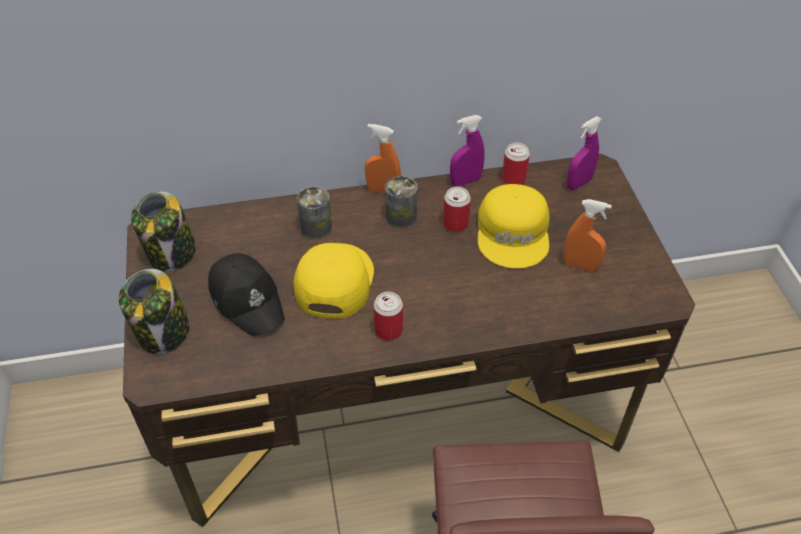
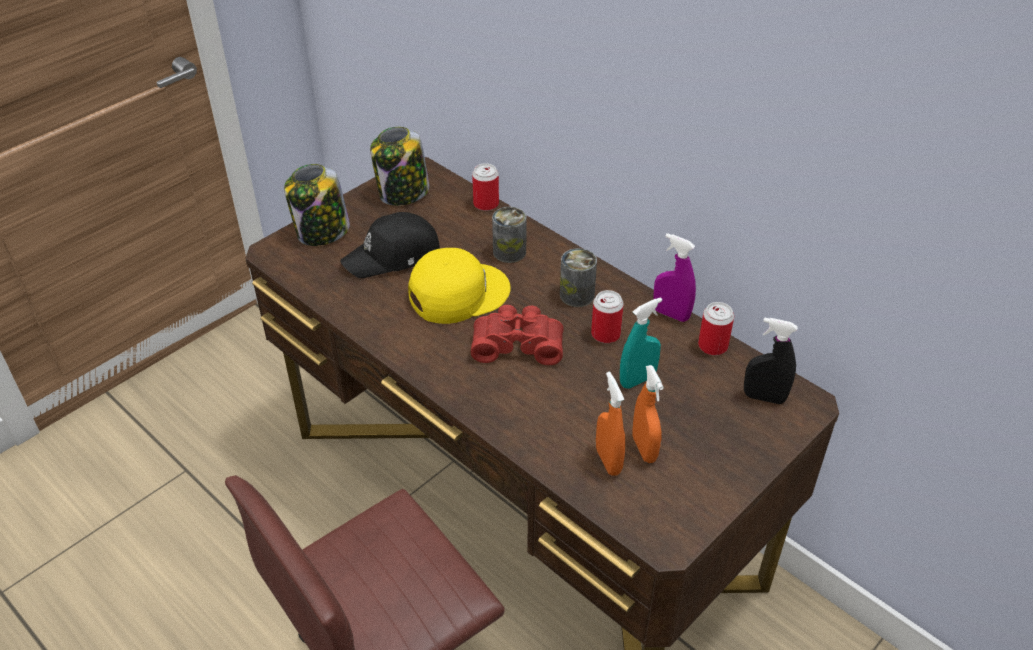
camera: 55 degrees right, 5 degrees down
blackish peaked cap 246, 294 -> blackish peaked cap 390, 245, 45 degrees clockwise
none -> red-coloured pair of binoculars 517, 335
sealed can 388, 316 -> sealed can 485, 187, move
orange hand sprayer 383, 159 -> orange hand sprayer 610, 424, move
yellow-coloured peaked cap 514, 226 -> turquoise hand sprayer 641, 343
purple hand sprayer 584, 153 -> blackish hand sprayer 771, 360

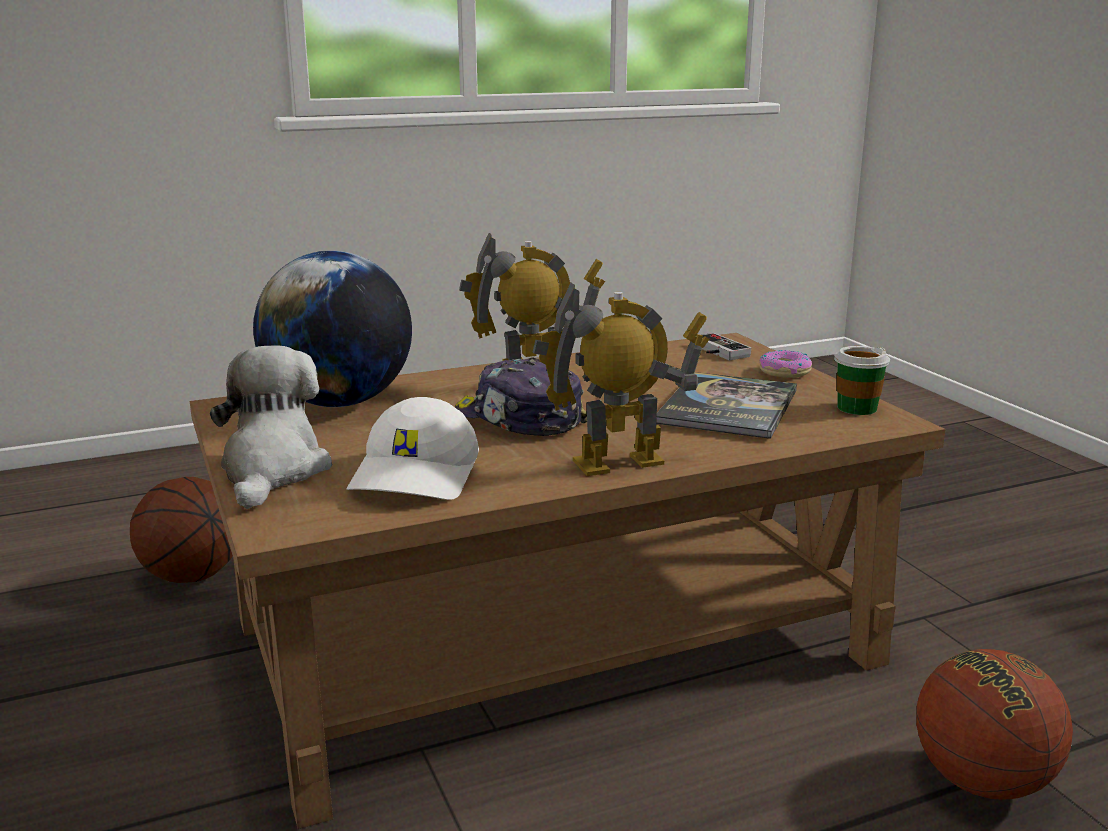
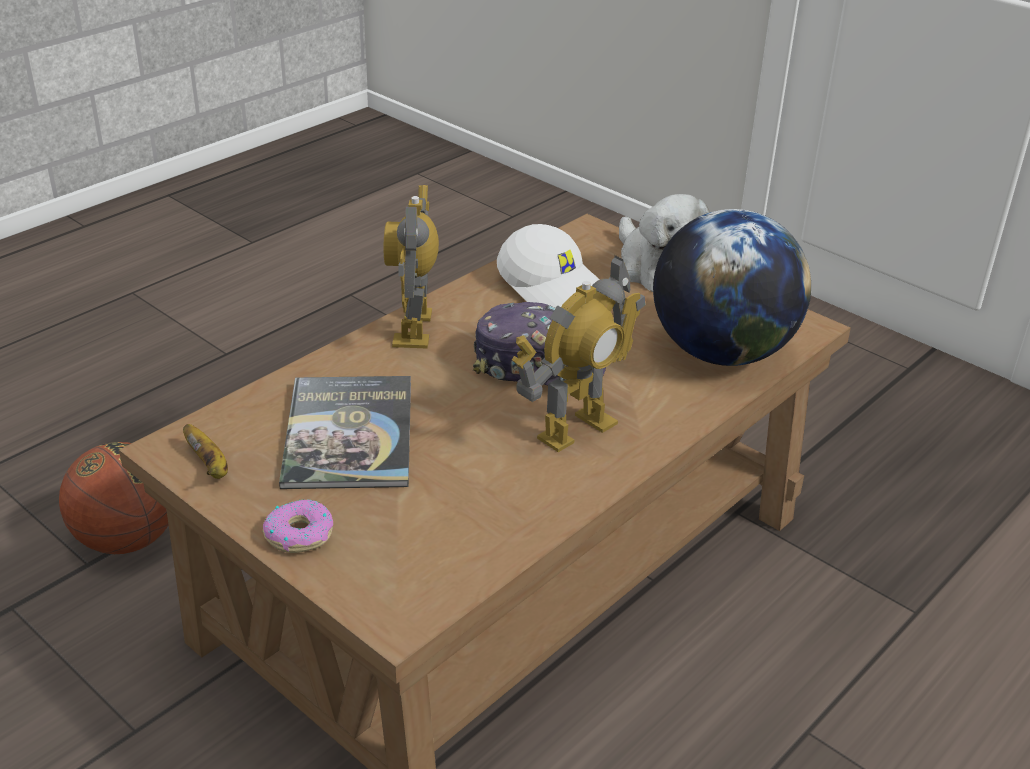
camera: 155 degrees right, 15 degrees up
drinking cup 862, 380 -> whole banana 205, 451
toy robot 621, 379 -> toy robot 411, 267, 135 degrees clockwise
whitish peaked cap 413, 448 -> whitish peaked cap 548, 266, 150 degrees clockwise
ball for basketball 181, 530 -> none
joypad 726, 346 -> none

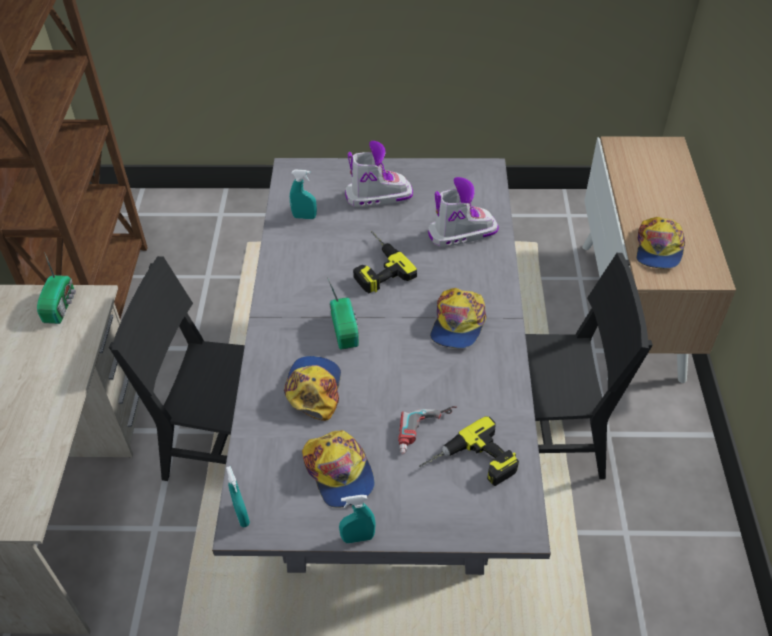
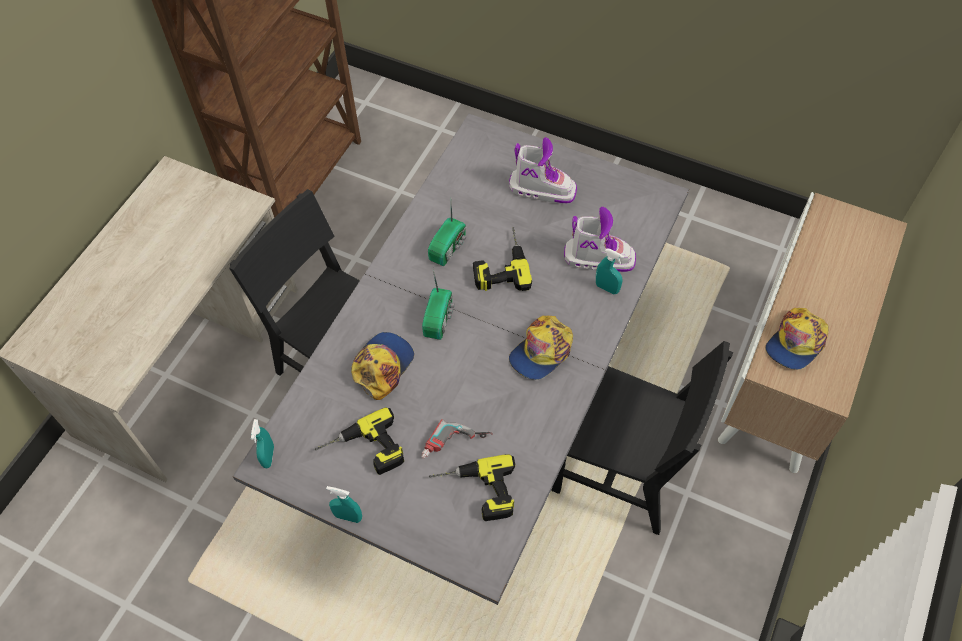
camera: 25 degrees right, 10 degrees up
peaked cap 338, 469 -> drill 359, 441
radio receiver 56, 288 -> radio receiver 447, 234, move
turquoise hand sprayer 303, 194 -> turquoise hand sprayer 610, 271, move

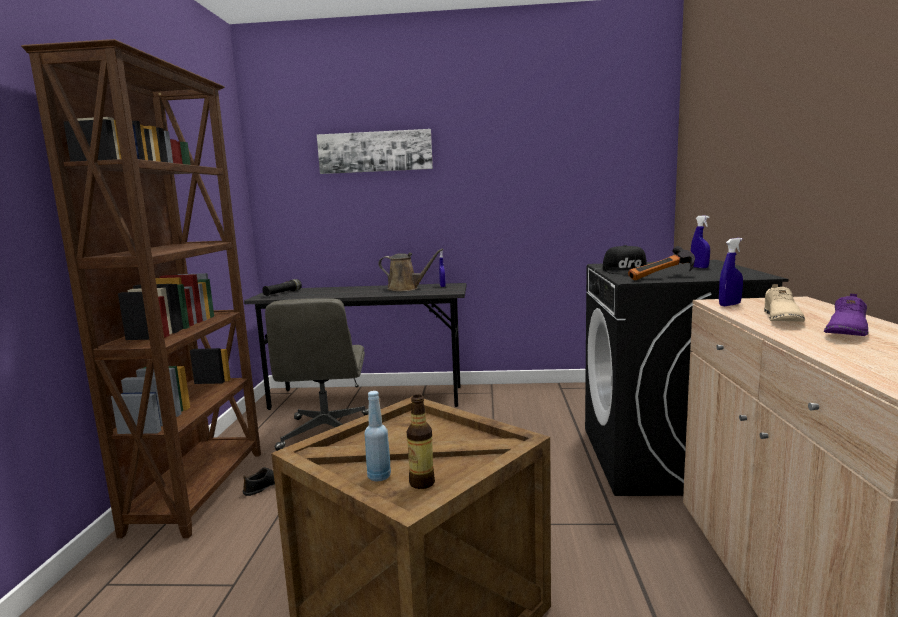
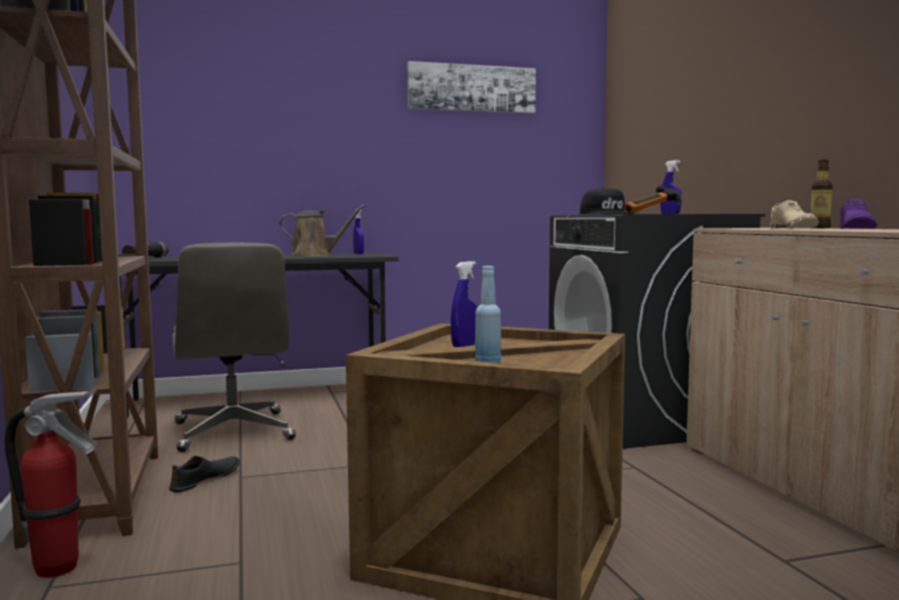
camera: 20 degrees left, 5 degrees down
none -> fire extinguisher 51, 483
wall art 375, 151 -> wall art 471, 87, move
blue-coloured hand sprayer 731, 272 -> blue-coloured hand sprayer 464, 304, move
drink bottle 420, 442 -> drink bottle 822, 193, move

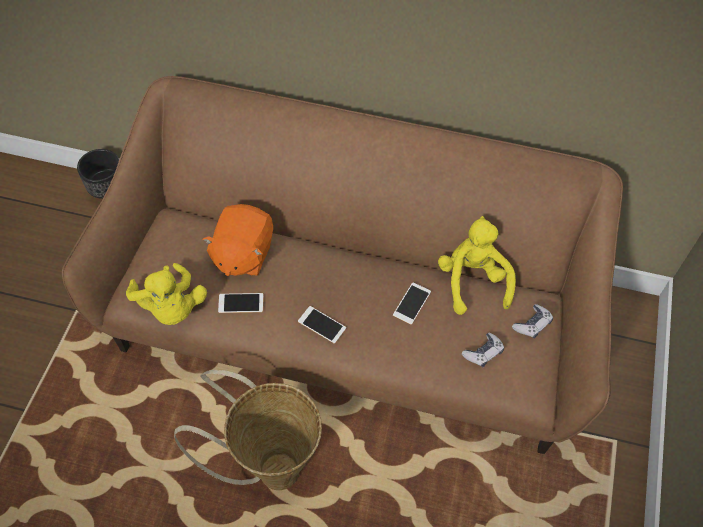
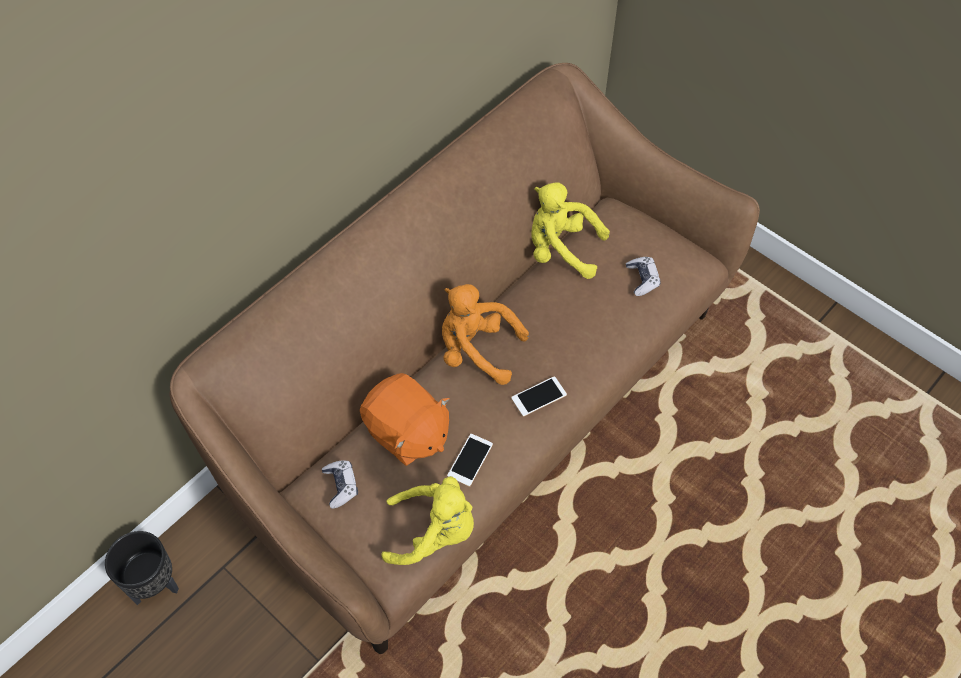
camera: 60 degrees left, 0 degrees up
joypad 532, 321 -> joypad 340, 484, move
none -> orange plush toy 485, 334
basket 248, 430 -> none
handset 412, 304 -> none

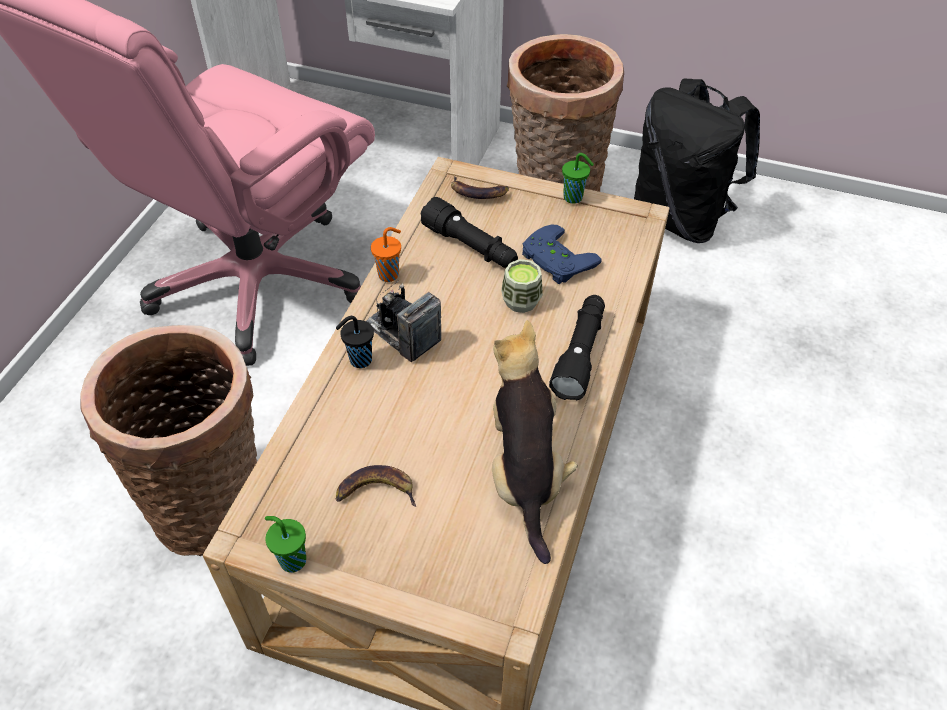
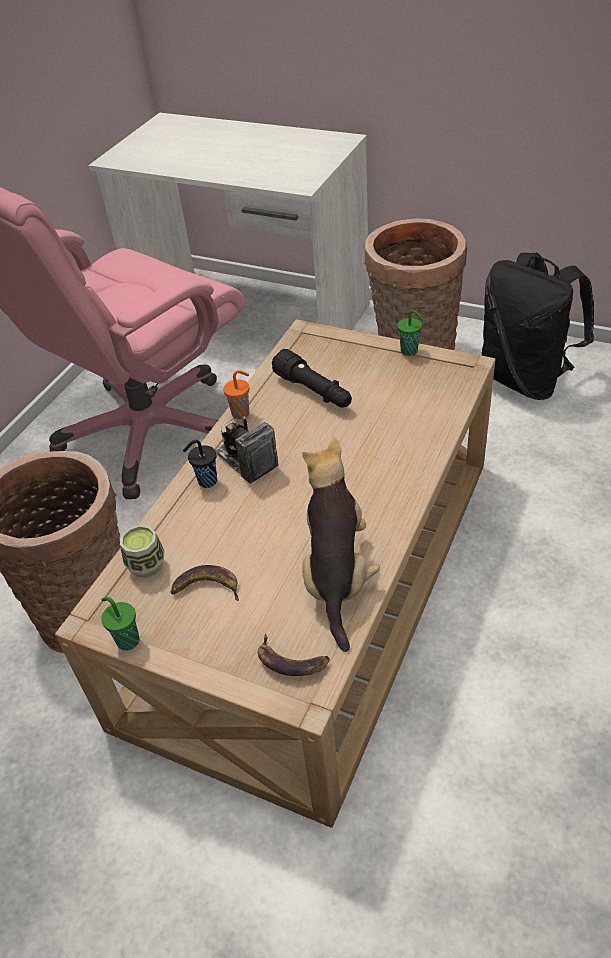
camera: 10 degrees right, 5 degrees down
drinking cup 522, 286 -> drinking cup 142, 551, move
whole banana 480, 187 -> whole banana 293, 655, move
blue-coloured joypad 562, 254 -> none
blackish torch 577, 347 -> none

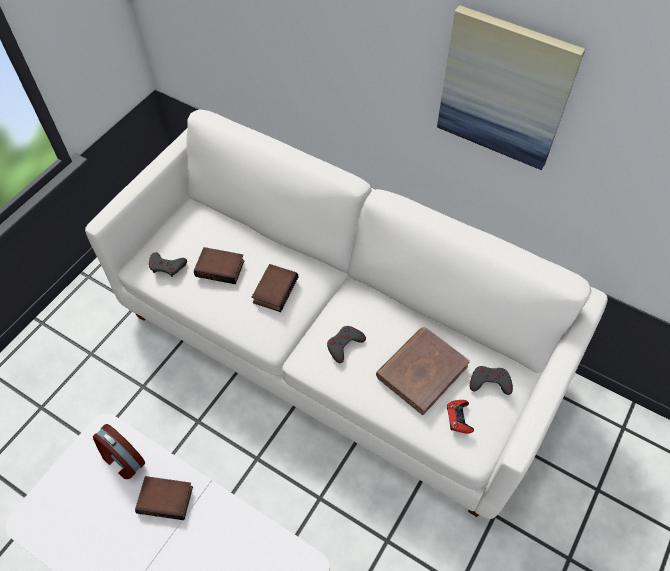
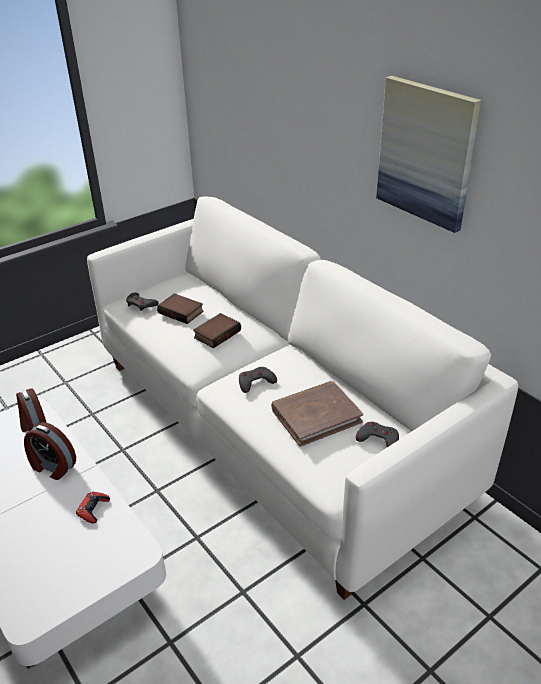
camera: 20 degrees right, 20 degrees down
book 164, 498 -> table clock 50, 451
red-coloured joypad 460, 417 -> red-coloured joypad 93, 508, move

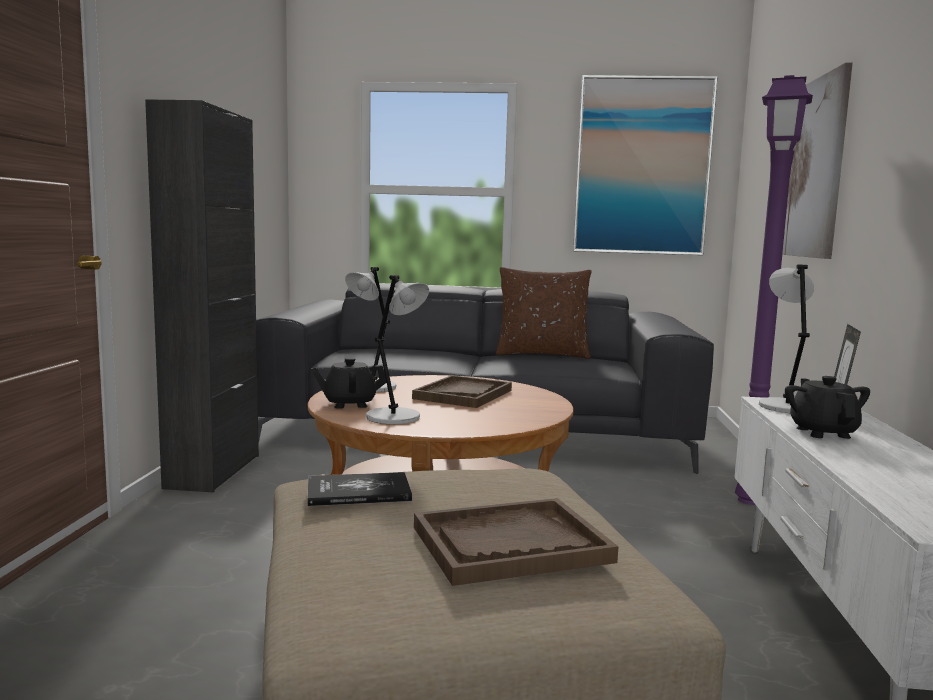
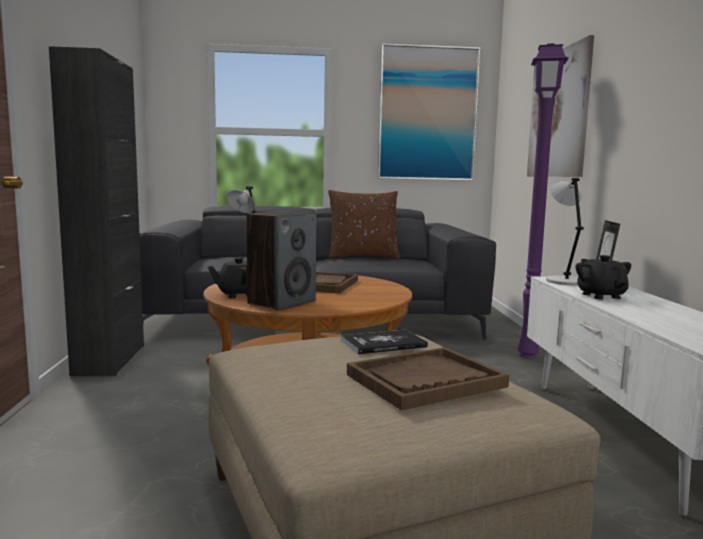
camera: 10 degrees left, 0 degrees up
gray tabletop lamp 397, 349 -> speaker 282, 261
book 360, 489 -> book 384, 342, move

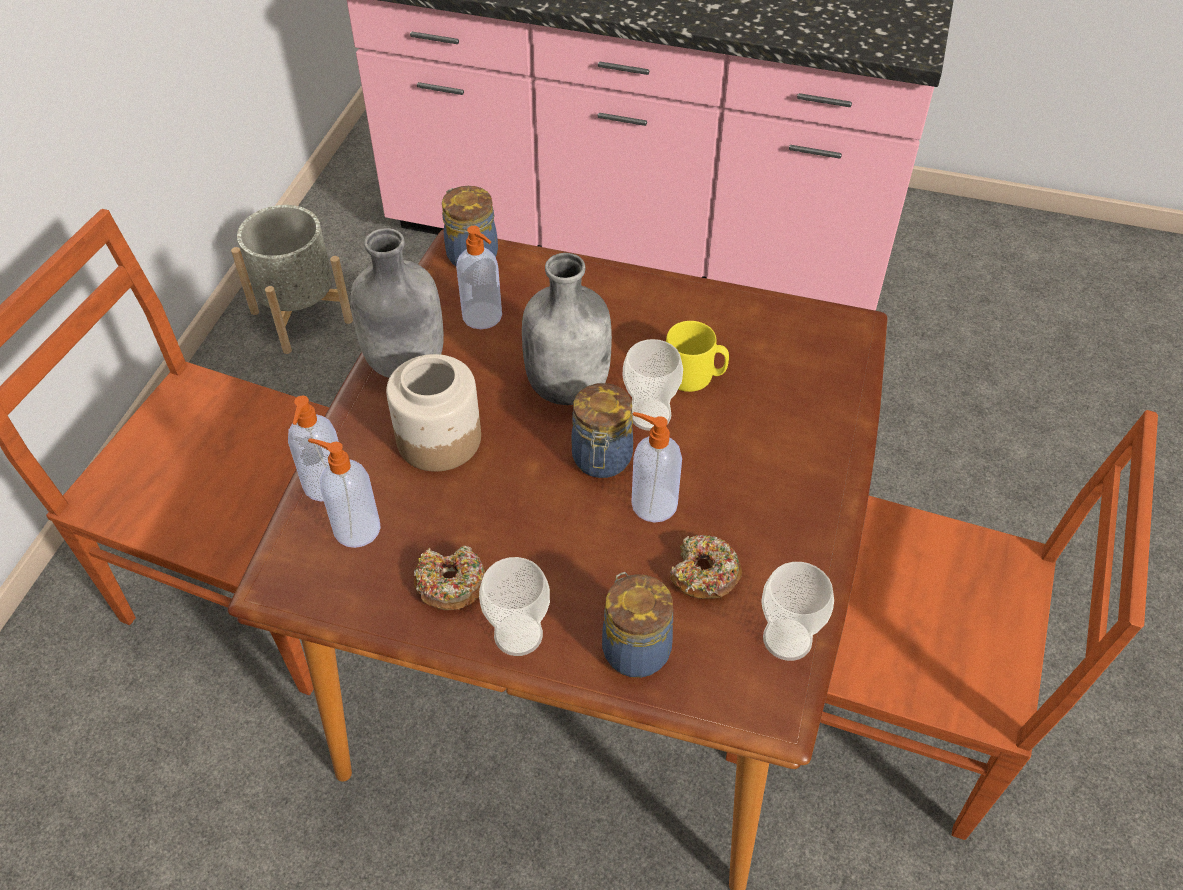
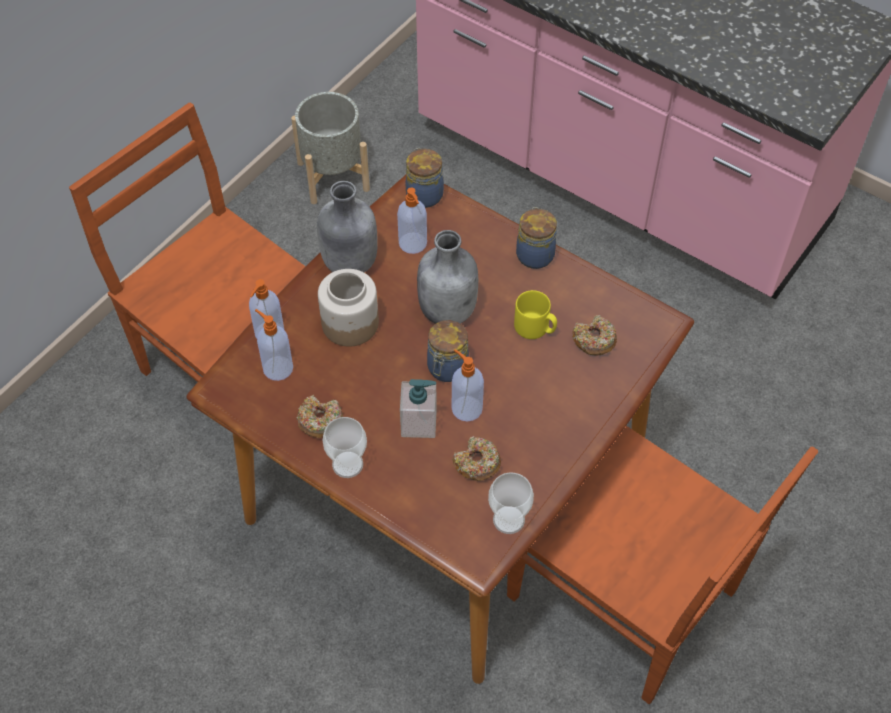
camera: 20 degrees right, 5 degrees up
none -> soap dispenser 418, 408
preserve jar 637, 625 -> preserve jar 536, 238, move
none -> doughnut 594, 335
drinking cup 653, 385 -> none

